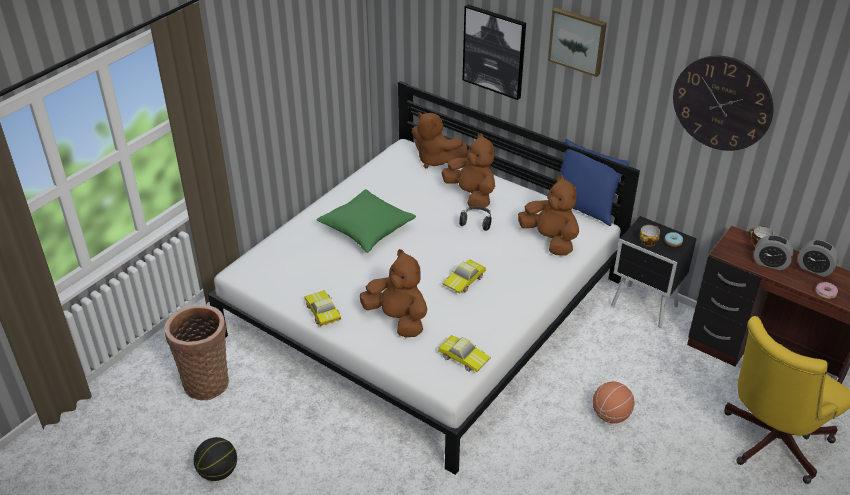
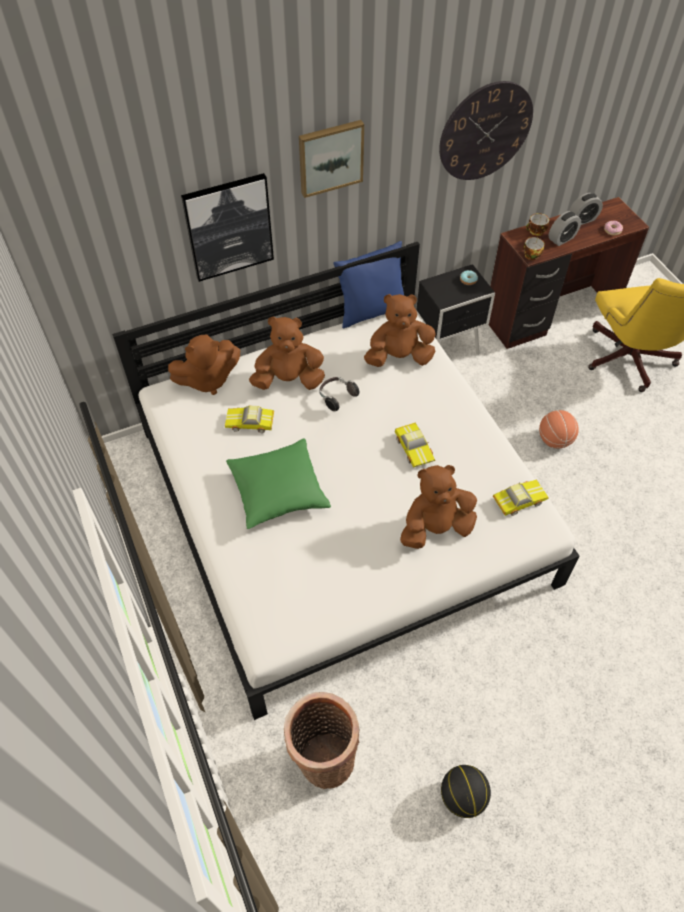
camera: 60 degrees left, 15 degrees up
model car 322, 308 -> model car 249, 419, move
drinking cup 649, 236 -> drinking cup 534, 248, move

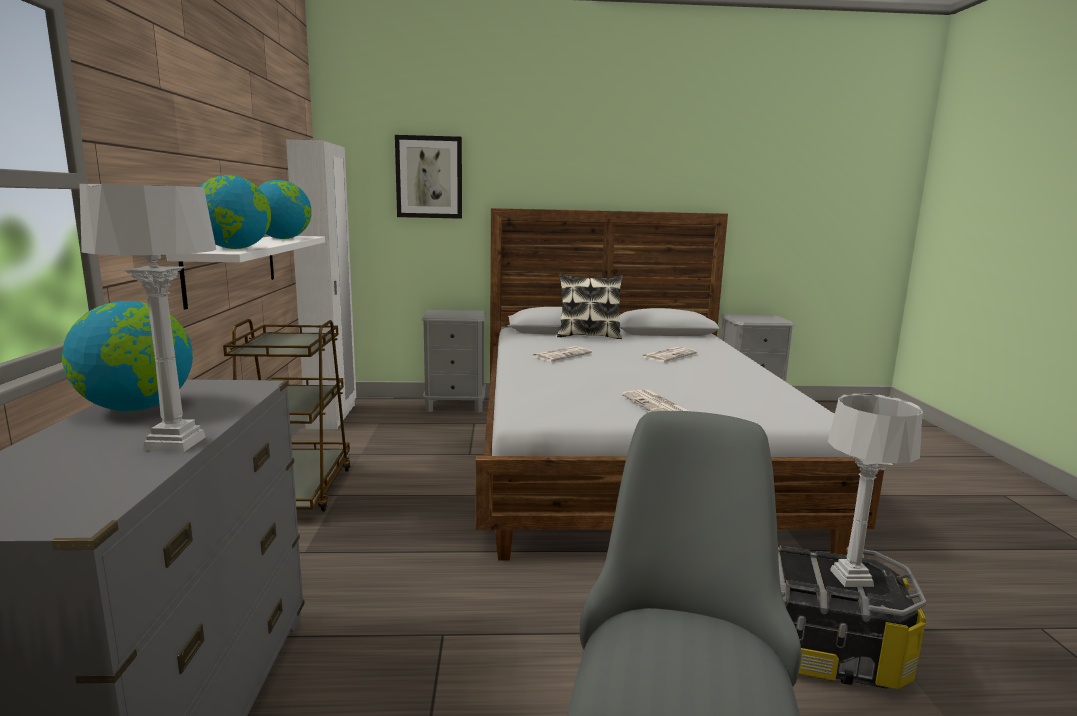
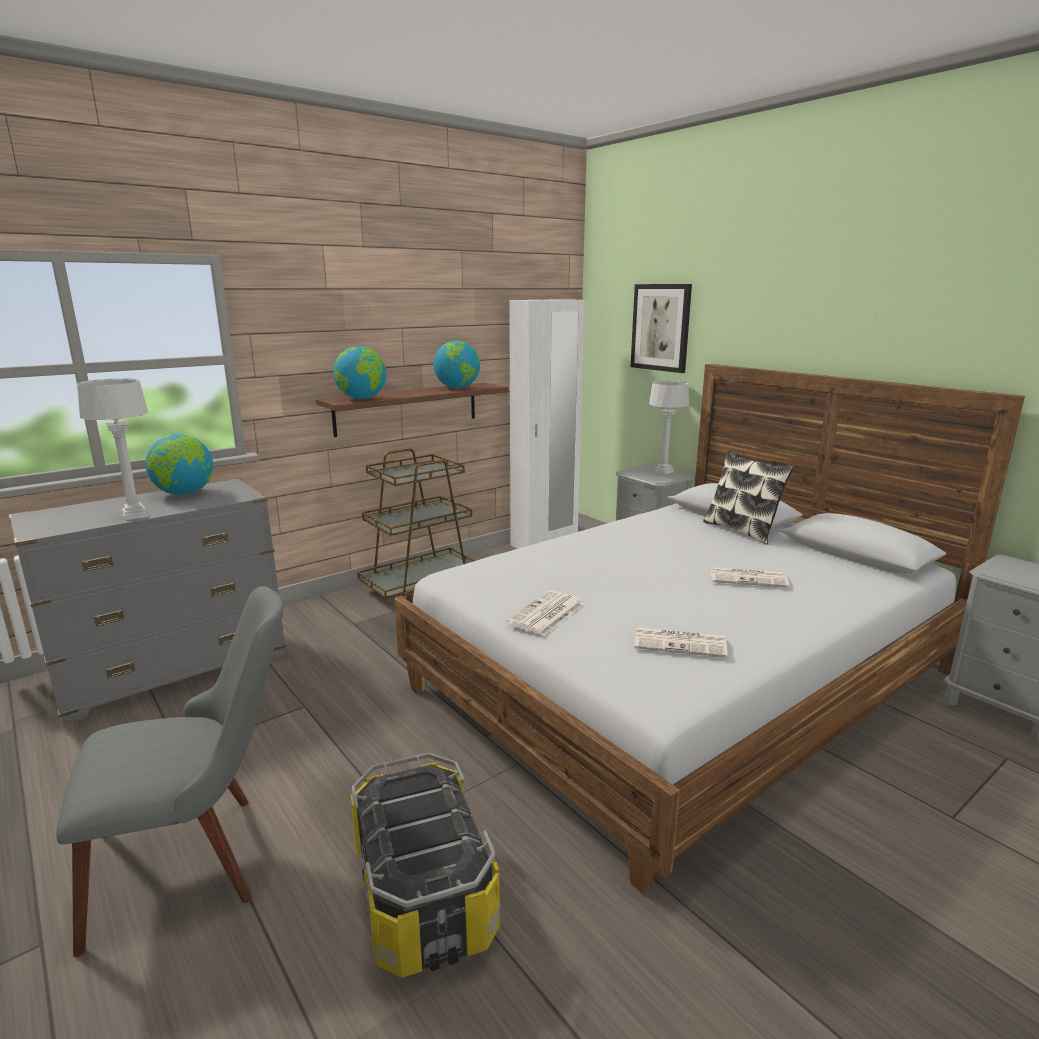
camera: 55 degrees right, 5 degrees up
whitish shelf 245, 273 -> brown-coloured shelf 412, 409
daily paper 562, 353 -> daily paper 681, 642, move
gray tabletop lamp 875, 490 -> gray tabletop lamp 669, 428, move

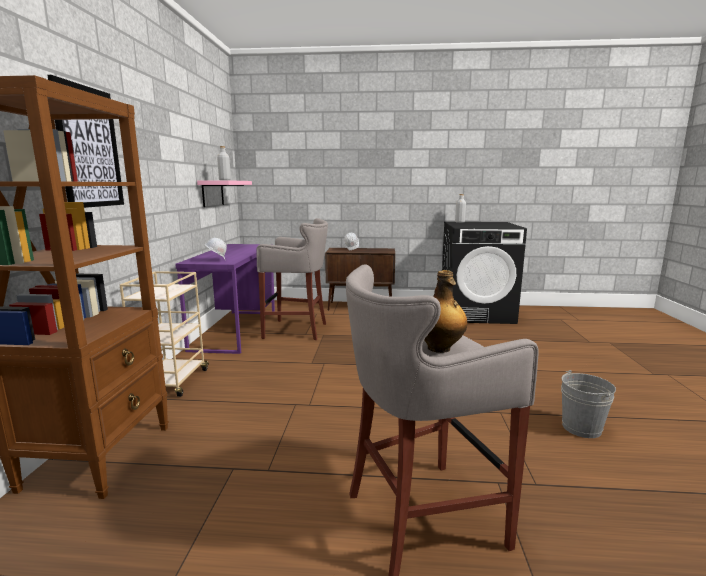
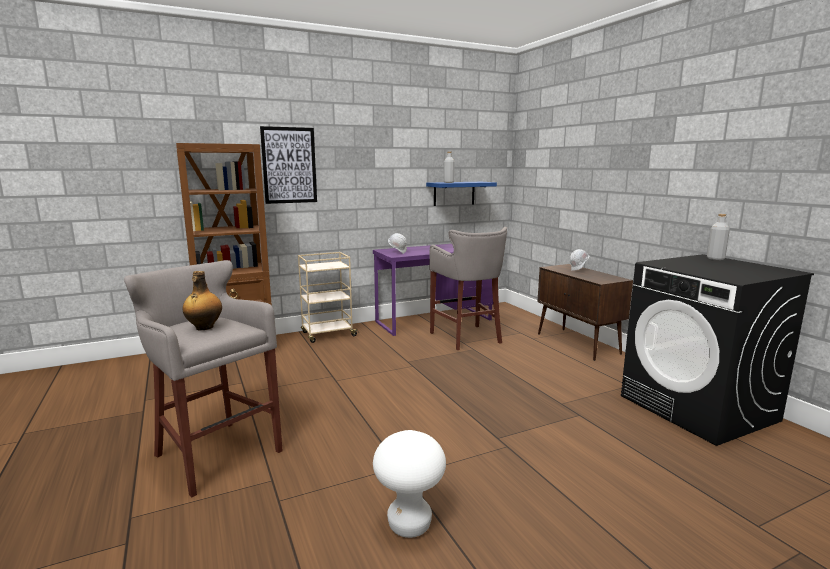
camera: 60 degrees right, 0 degrees up
gray pail 588, 404 -> whitish sitting stool 409, 484
pink-coloured shelf 224, 193 -> blue-coloured shelf 461, 194

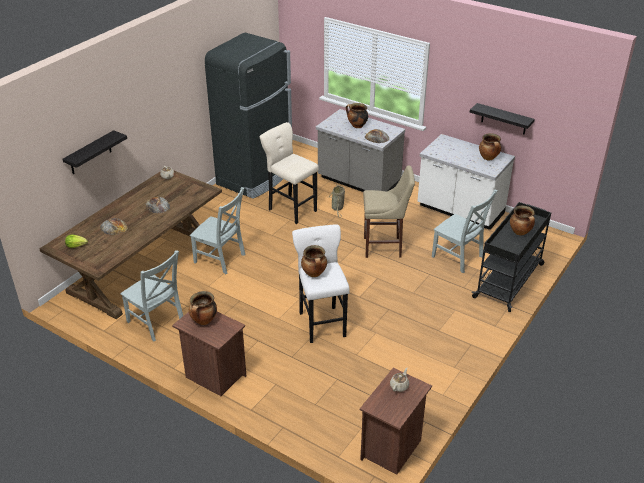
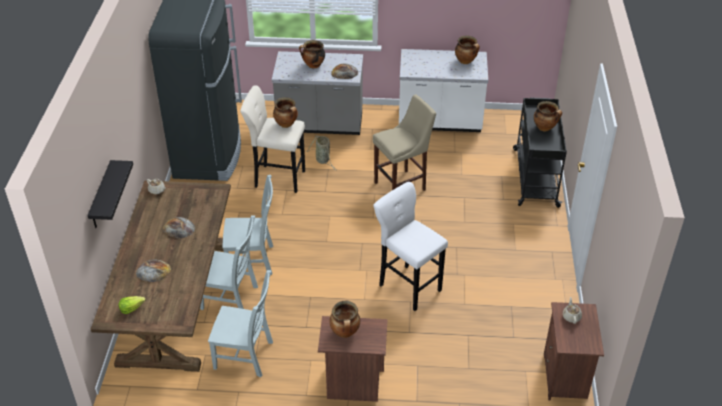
camera: 30 degrees left, 5 degrees up
gray upright chair 465, 231 -> gray upright chair 229, 262, move
stockpot 314, 261 -> stockpot 285, 112, move
blackish shelf 502, 118 -> none

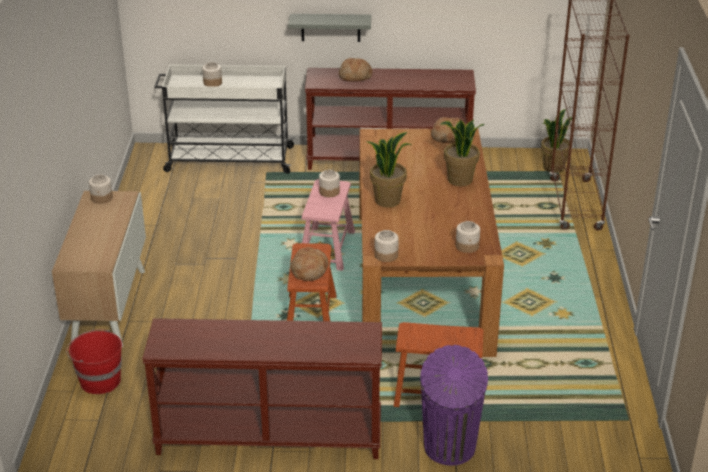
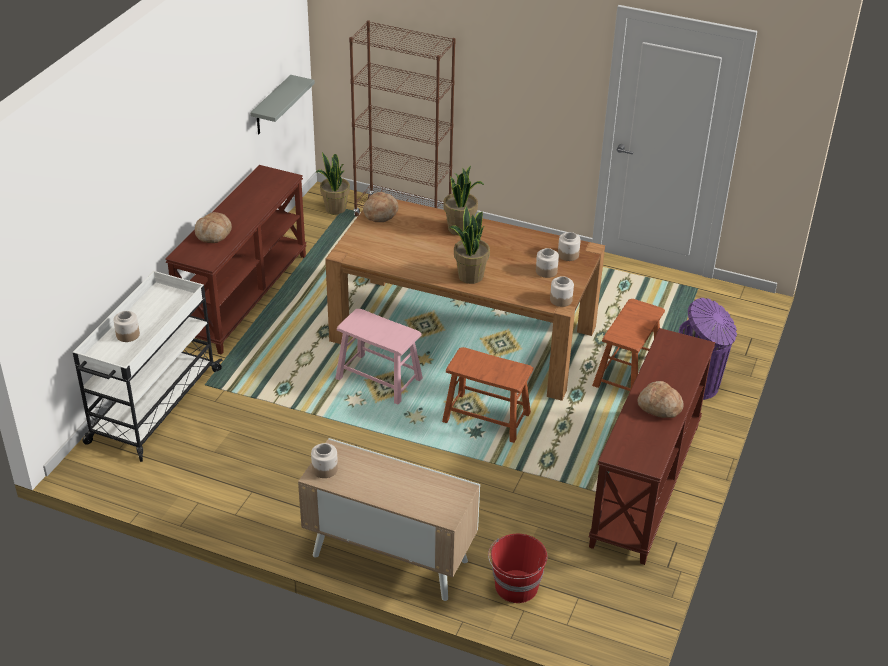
camera: 70 degrees left, 5 degrees up
gray shelf 329, 28 -> gray shelf 282, 104, move
preserve jar 329, 183 -> preserve jar 547, 263, move
bread 309, 264 -> bread 660, 399, move

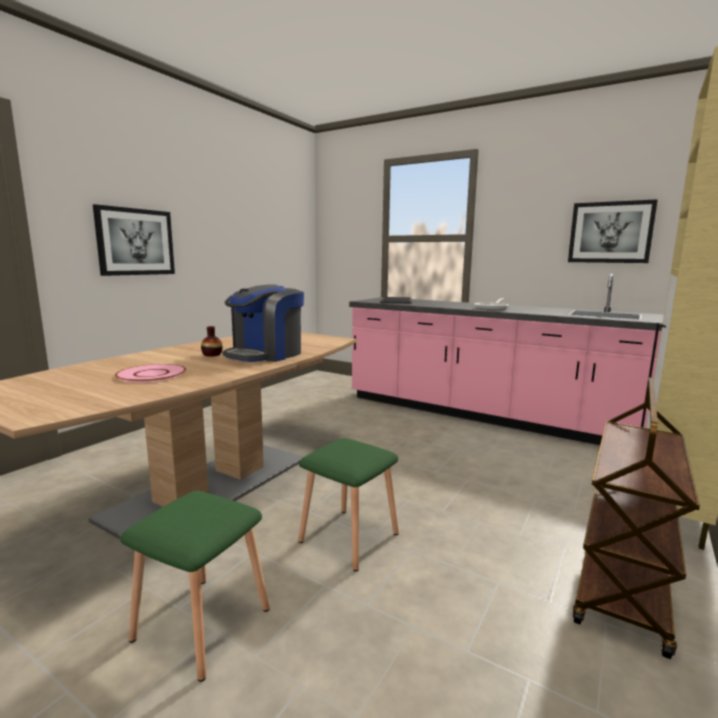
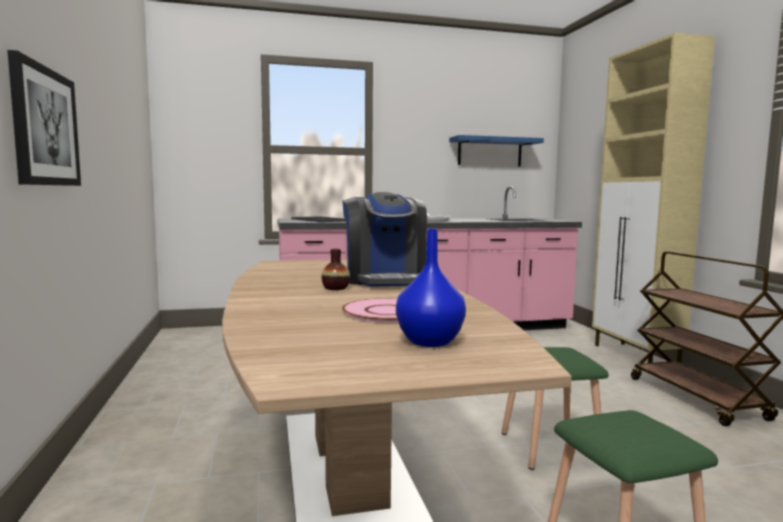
camera: 45 degrees left, 5 degrees down
none -> blue-coloured decorative vase 431, 288
wall art 613, 231 -> blue-coloured shelf 496, 151

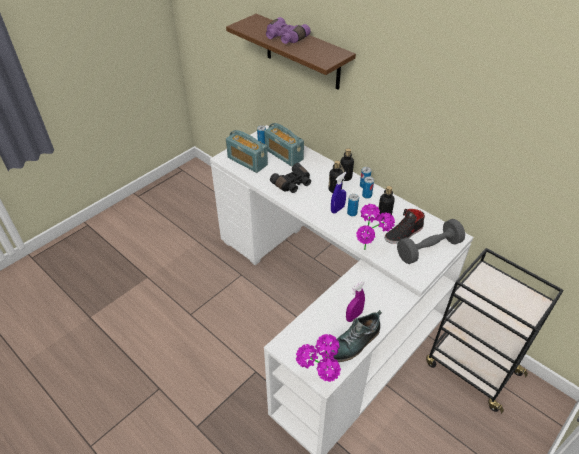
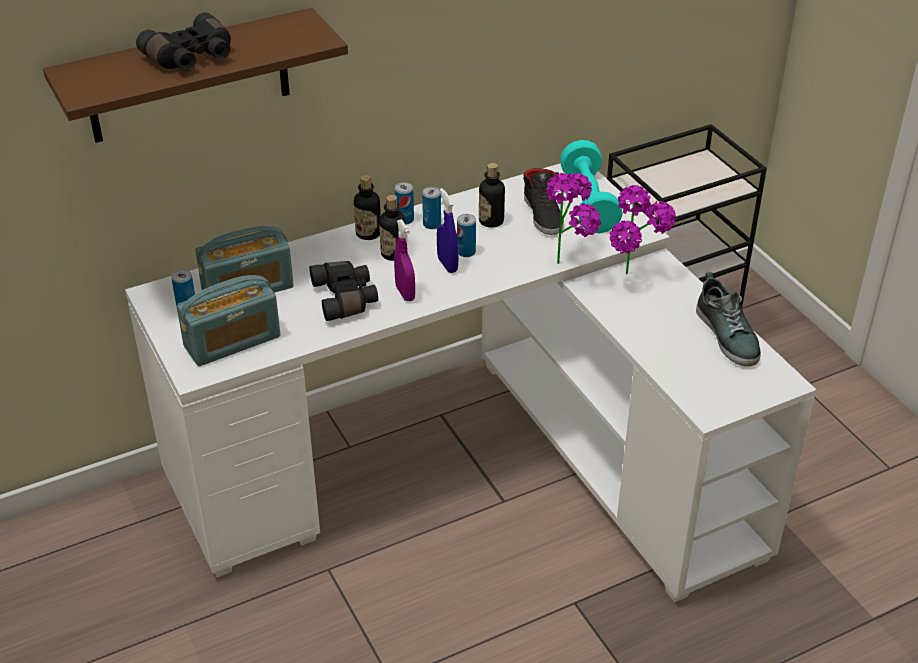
camera: 70 degrees left, 5 degrees down
purple pair of binoculars 288, 30 -> blackish pair of binoculars 183, 42
purple hand sprayer 355, 301 -> purple hand sprayer 404, 260, move
gray dumbbell 431, 241 -> turquoise dumbbell 591, 186
houseplant 318, 358 -> houseplant 642, 229, move

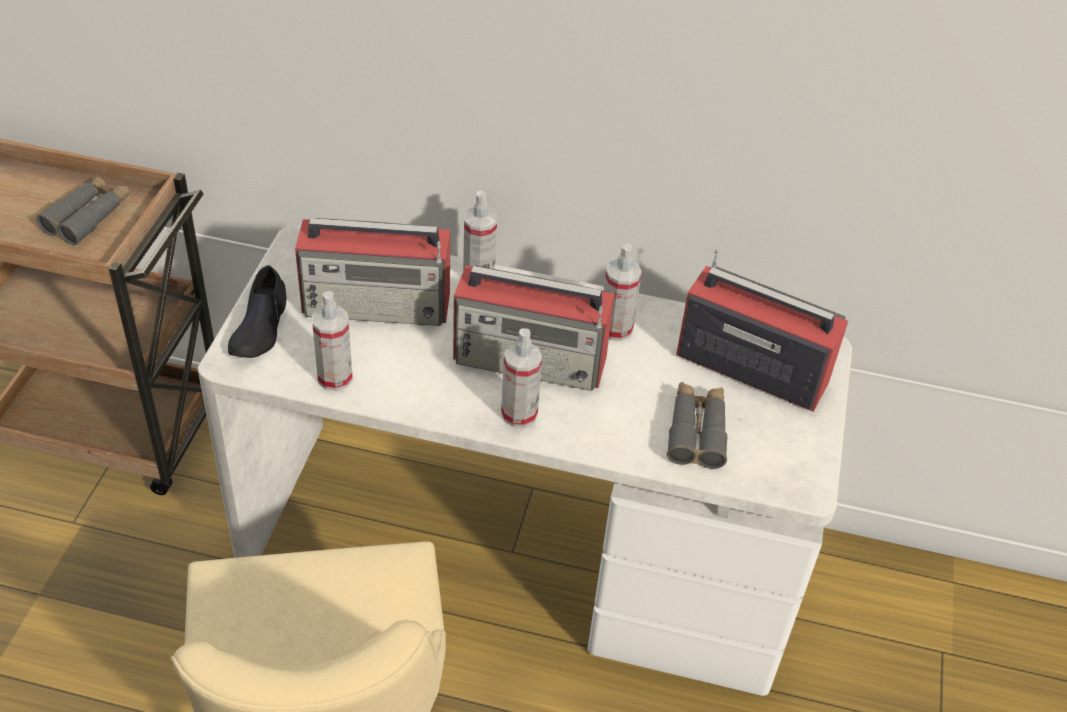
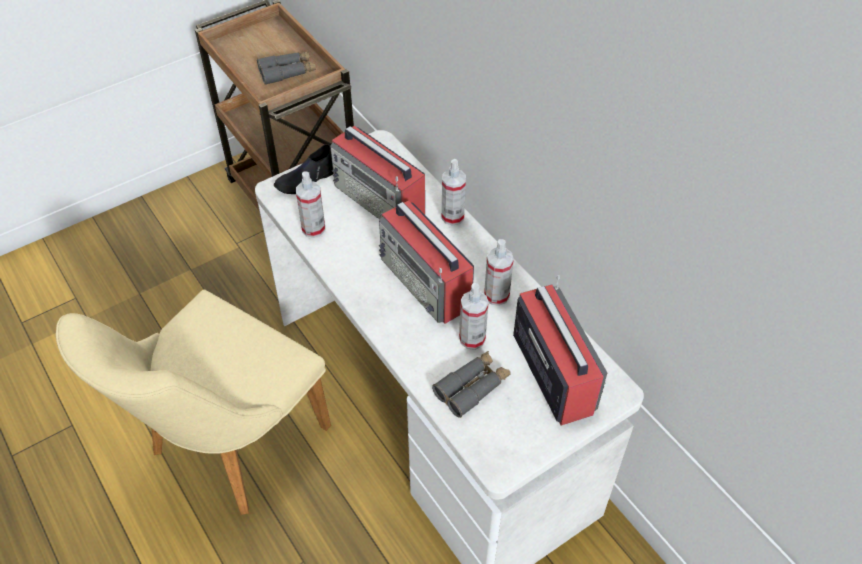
camera: 45 degrees right, 5 degrees up
hand sprayer 521, 378 -> hand sprayer 474, 316, move

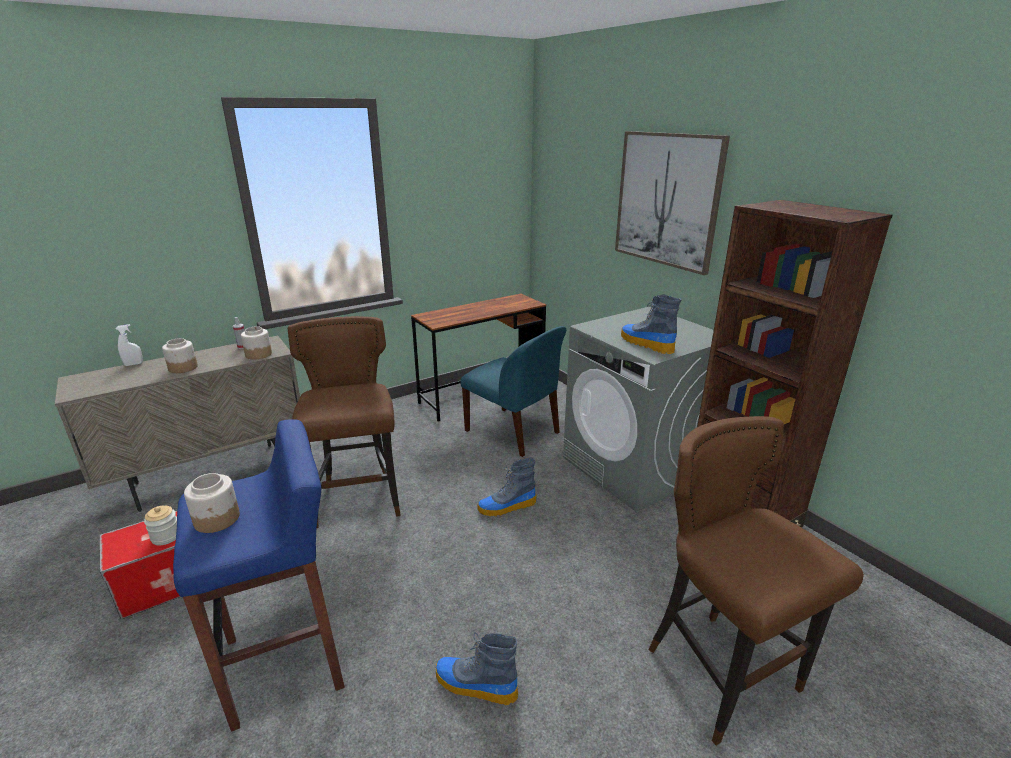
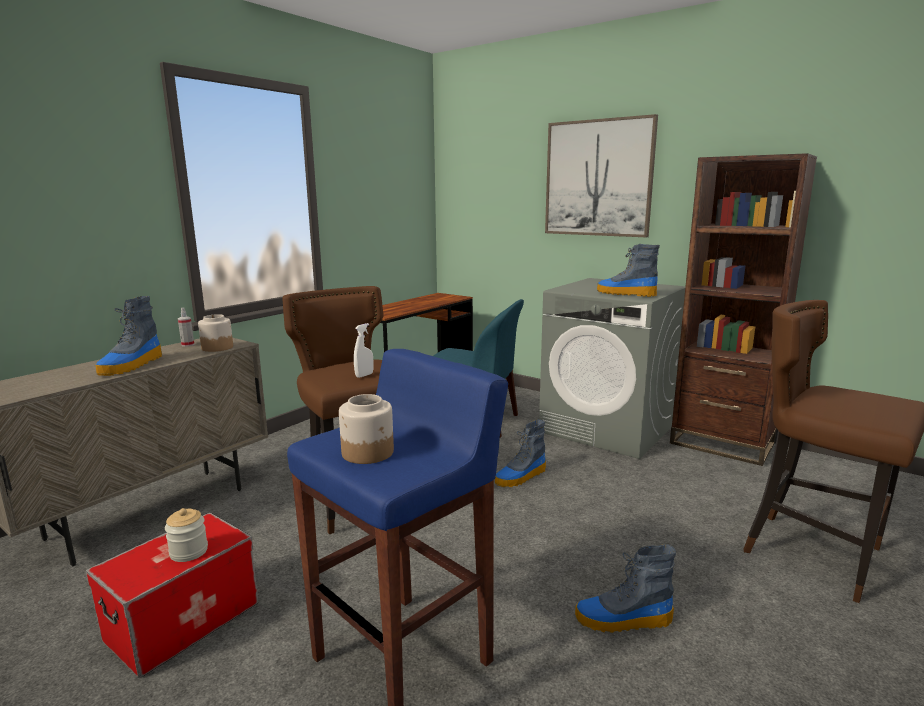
camera: 20 degrees left, 10 degrees down
preserve jar 180, 355 -> boot 128, 336
whitish hand sprayer 129, 345 -> whitish hand sprayer 363, 350, move

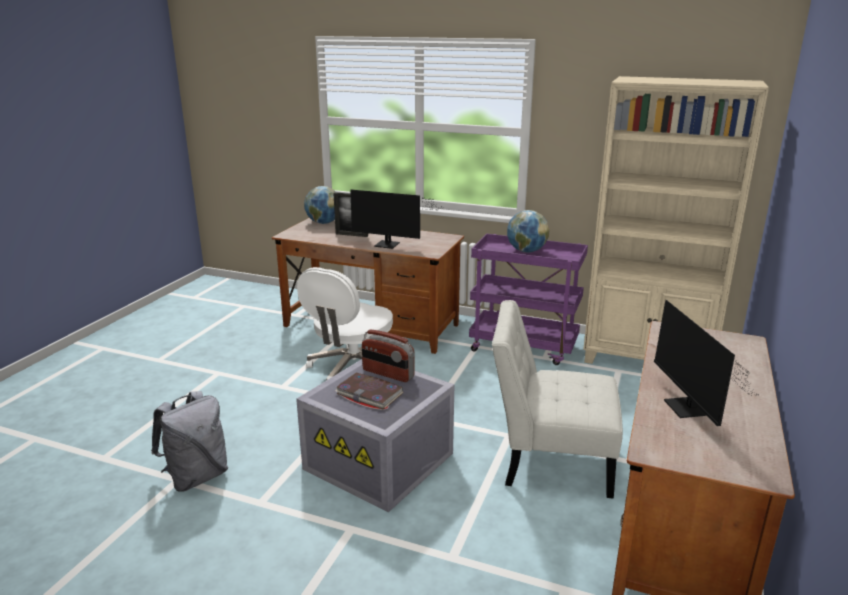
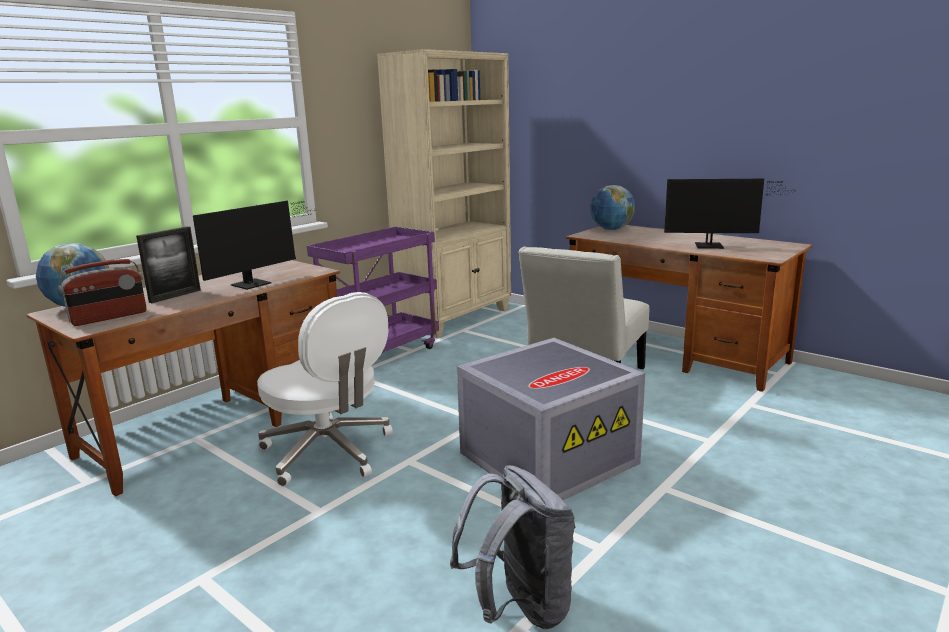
camera: 70 degrees left, 5 degrees down
radio receiver 388, 355 -> radio receiver 102, 292, move
world globe 528, 231 -> world globe 612, 207, move
book 369, 391 -> none

